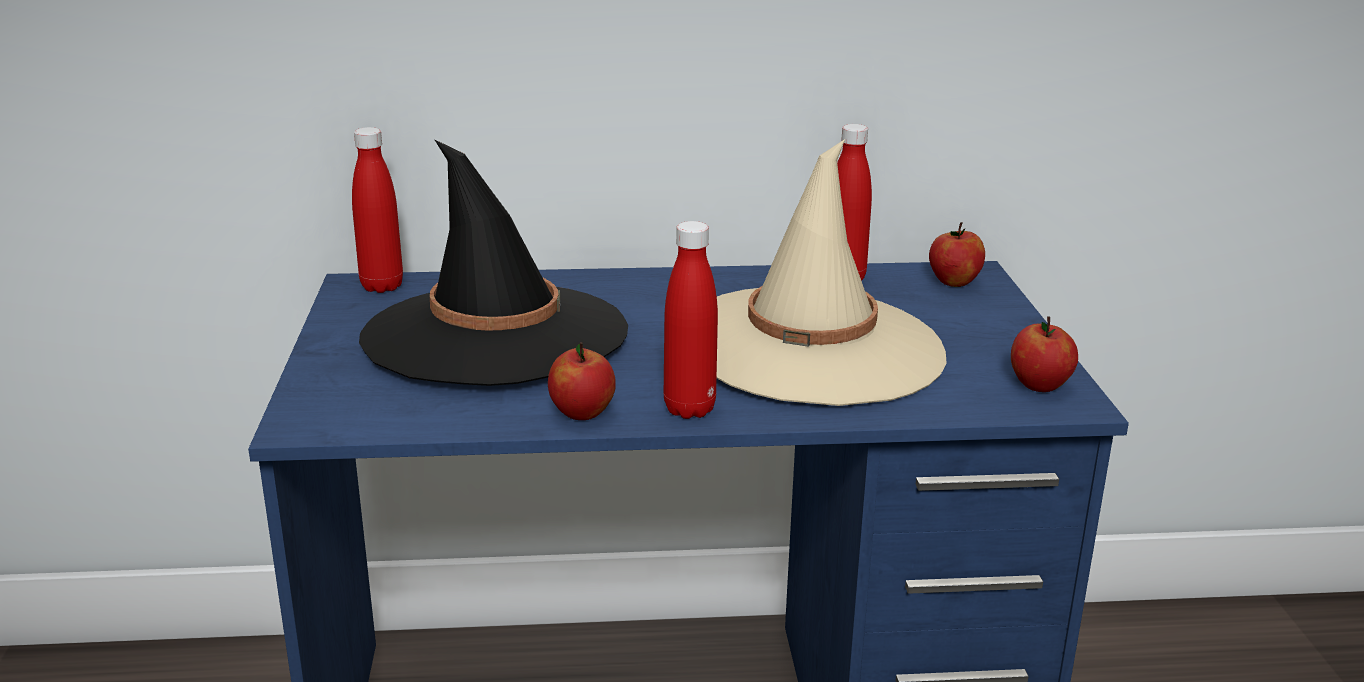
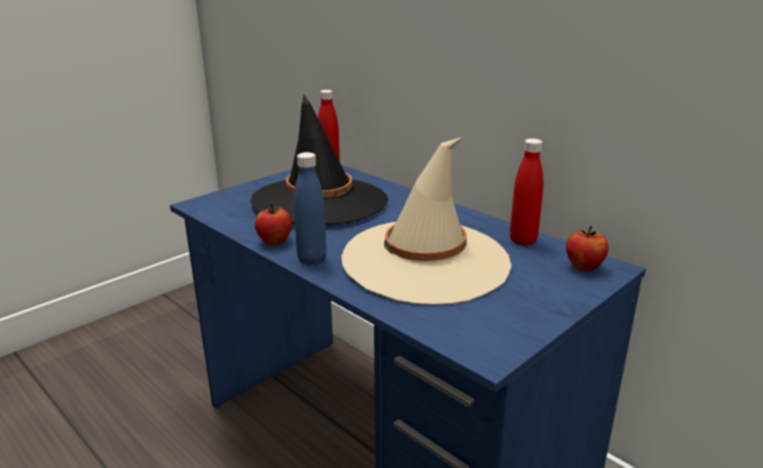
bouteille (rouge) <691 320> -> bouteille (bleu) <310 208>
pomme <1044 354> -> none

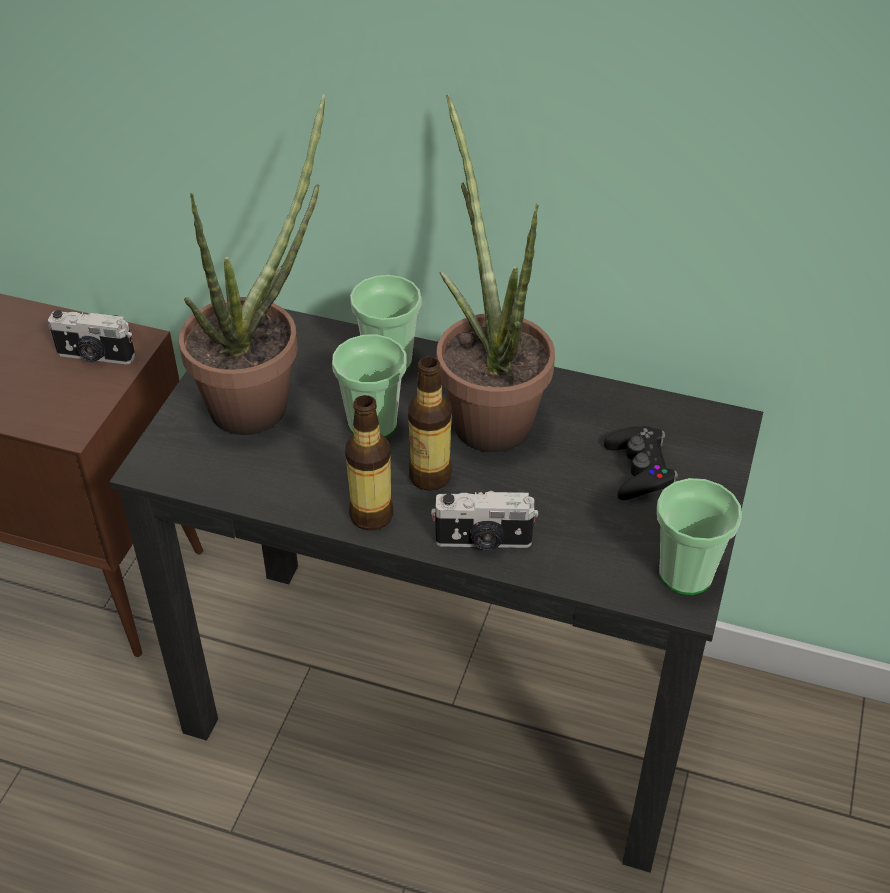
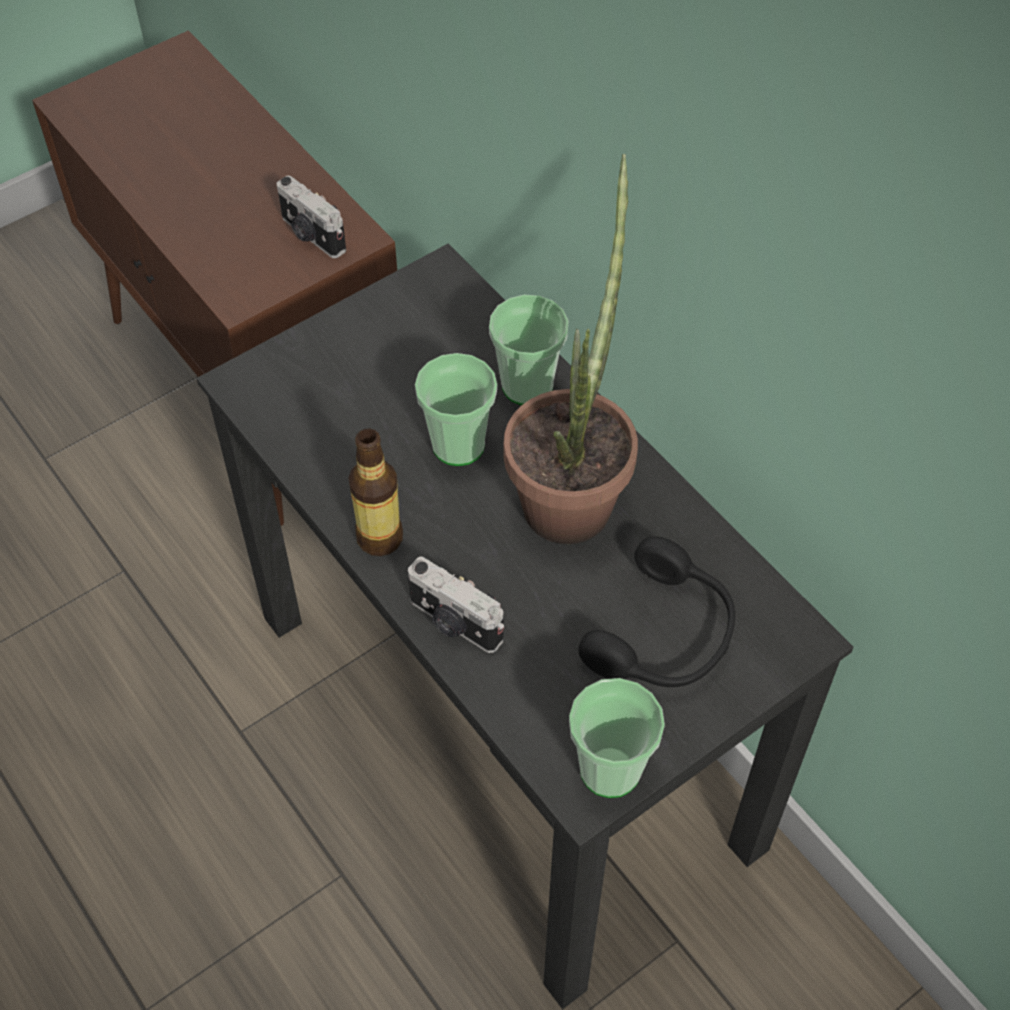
manette (noir) <641 463> -> casque audio (noir) <656 611>
plante en pot <252 265> -> none
bouteille <430 424> -> none

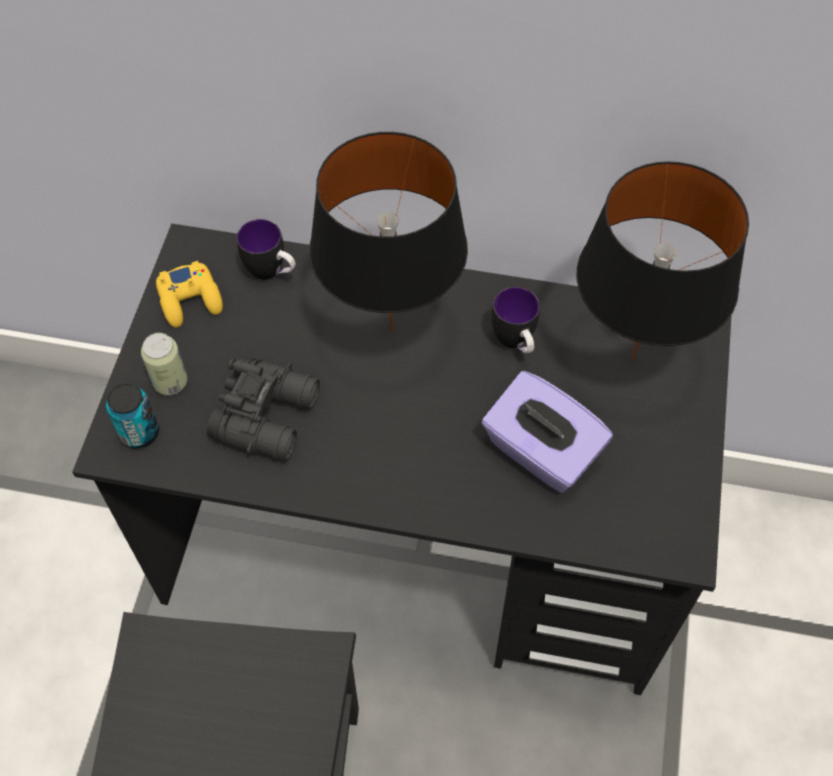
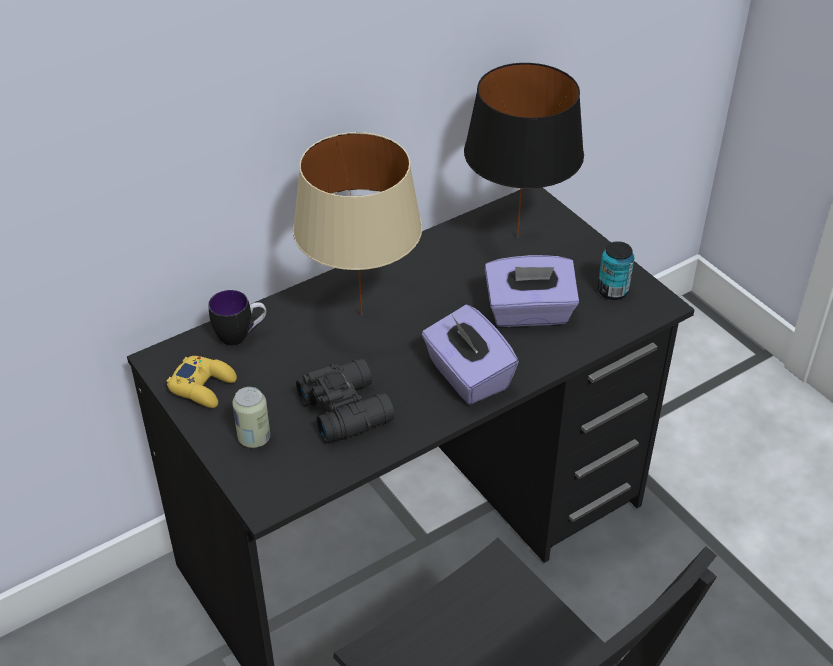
lampe de table (noir) <388 231> -> lampe de table (beige) <357 223>
none -> boîte à mouchoirs (violet) <470 355>
boîte métallique <132 416> -> boîte métallique <615 270>, moved
mug <515 320> -> none

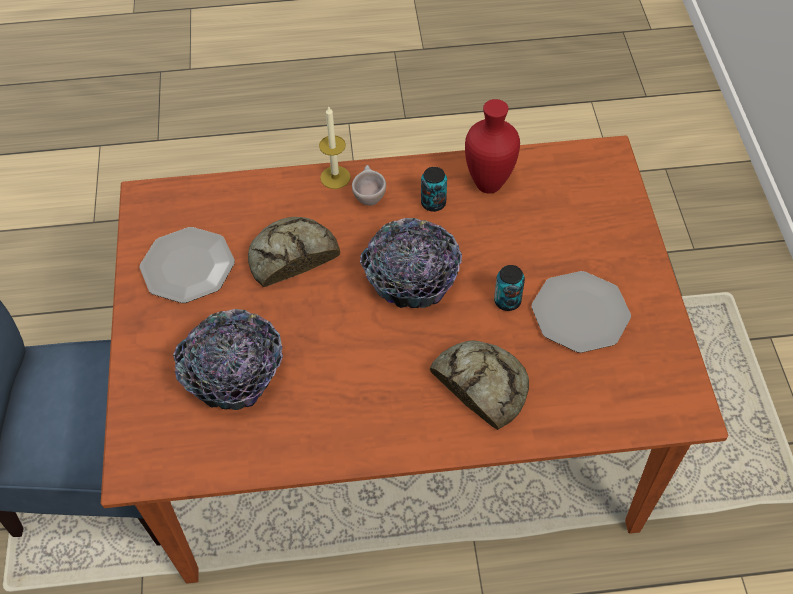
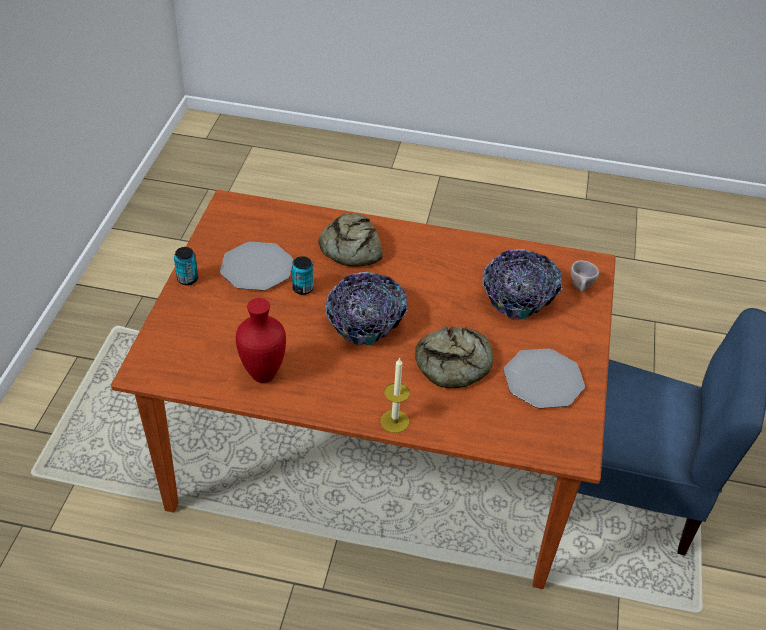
boîte métallique <434 189> -> boîte métallique <186 266>, moved
tasse (beige) <369 185> -> tasse (beige) <585 276>, moved

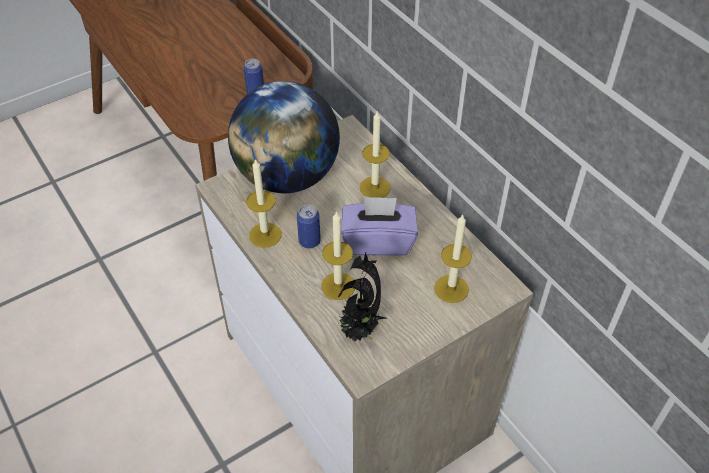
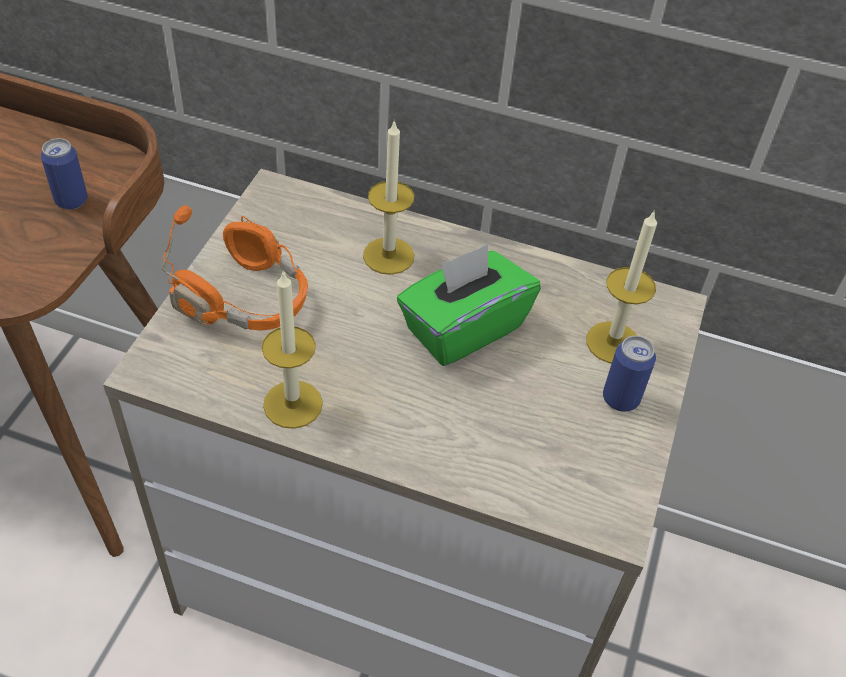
globe <284 137> -> casque audio (orange) <234 267>
boîte à mouchoirs (violet) <379 226> -> boîte à mouchoirs (vert) <469 305>
boîte métallique <309 226> -> boîte métallique <629 374>, moved
bougie <338 255> -> none
plante en pot <362 297> -> none

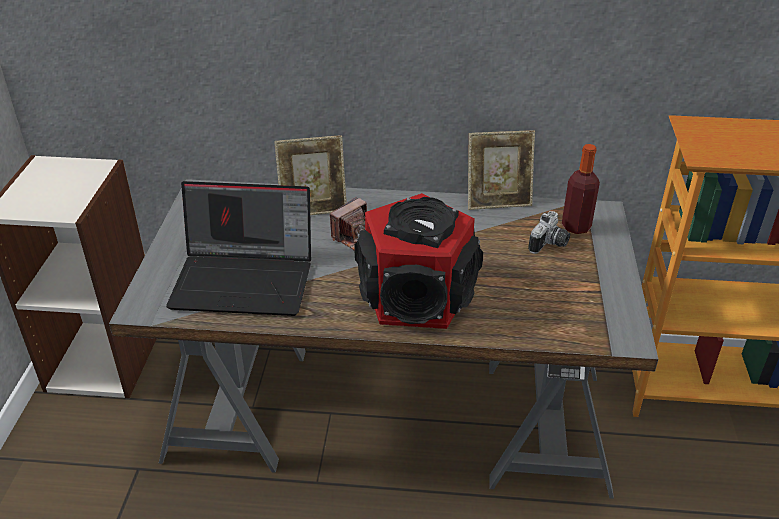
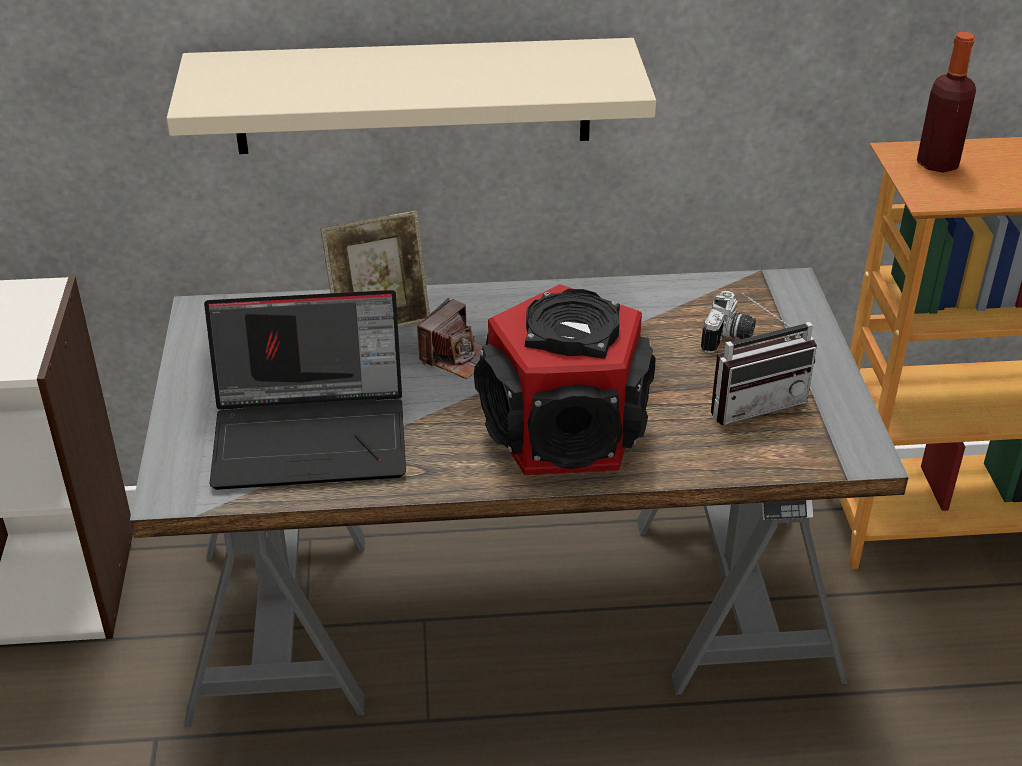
none -> étagère (beige) <411 96>
none -> radio <764 359>
bouteille <581 189> -> bouteille <946 102>, moved
cadre photo <501 170> -> none

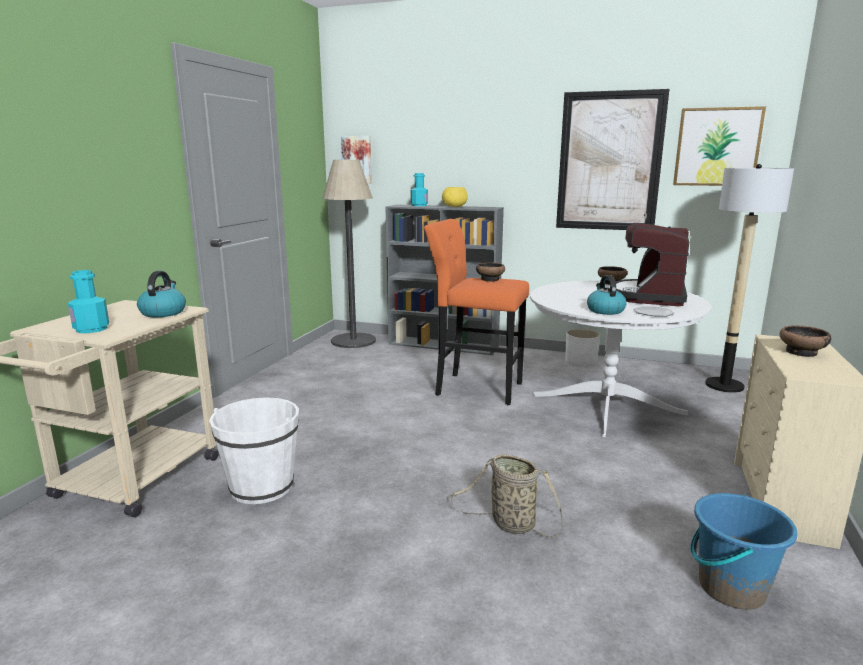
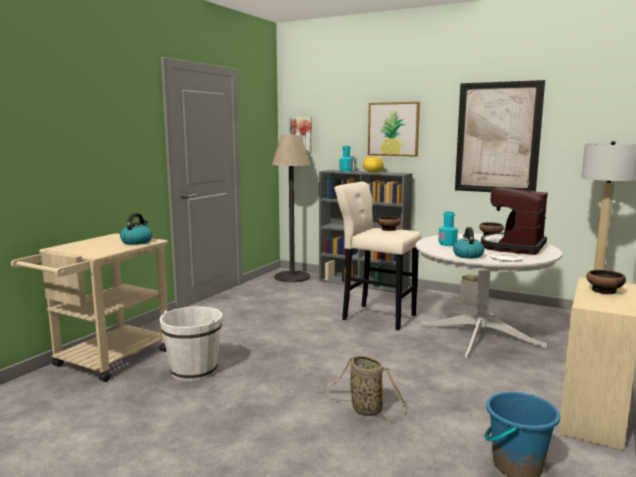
tabouret (orange) <476 312> -> tabouret (beige) <377 256>
tableau <719 146> -> tableau <394 129>, moved
bouteille (turquoise) <88 301> -> bouteille (turquoise) <448 228>, moved

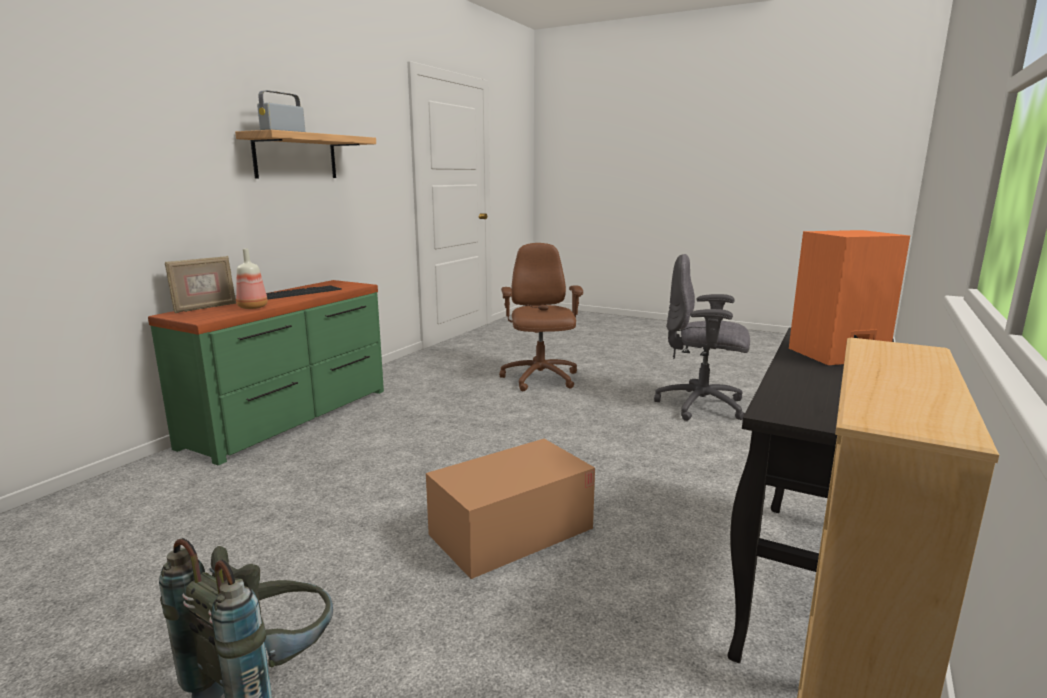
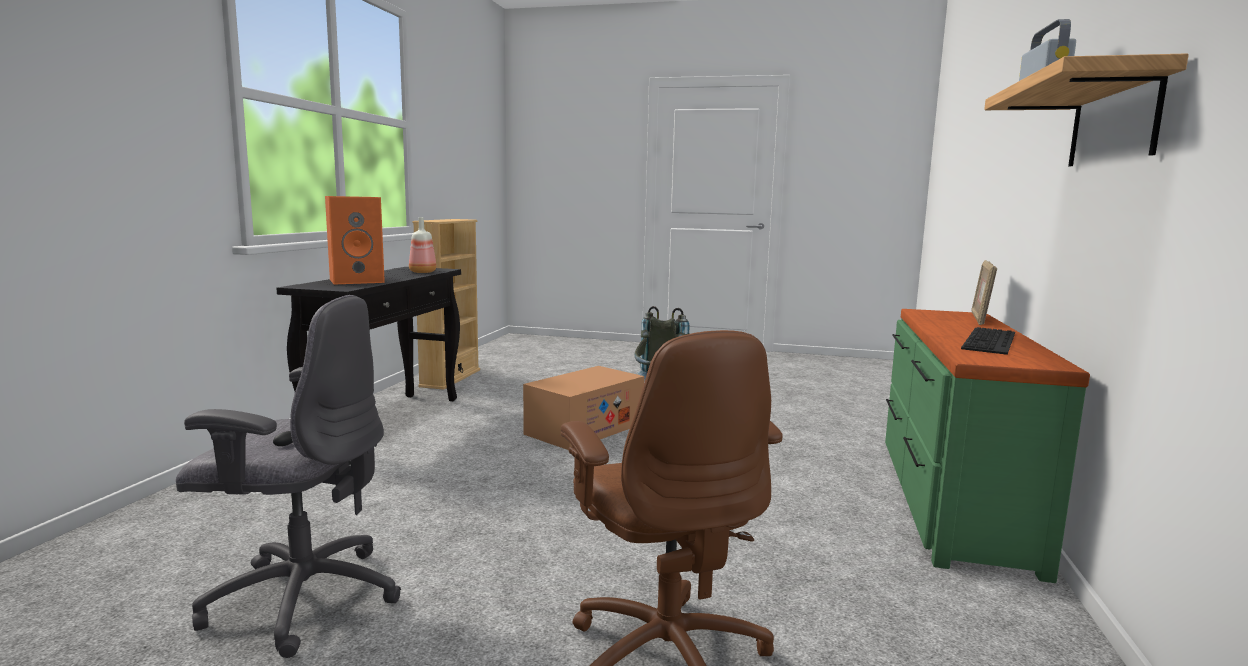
bouteille <252 279> -> bouteille <422 245>, moved

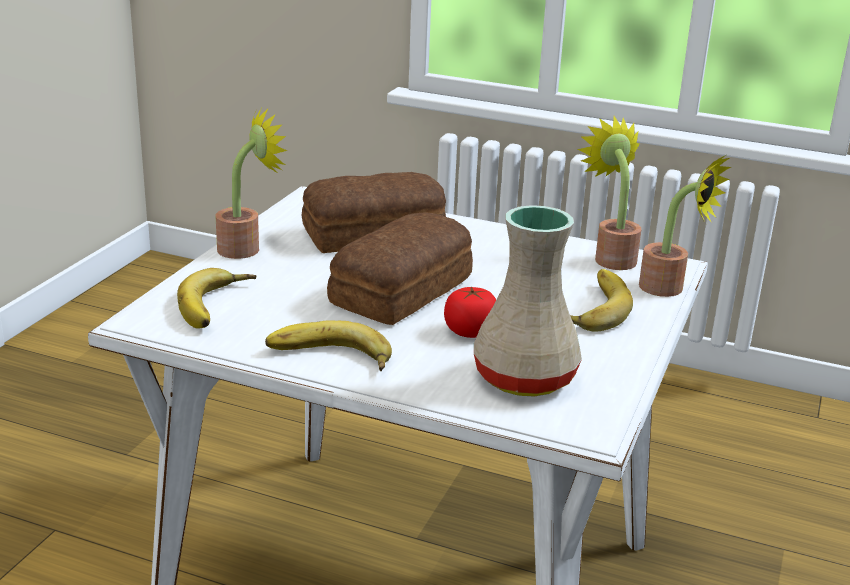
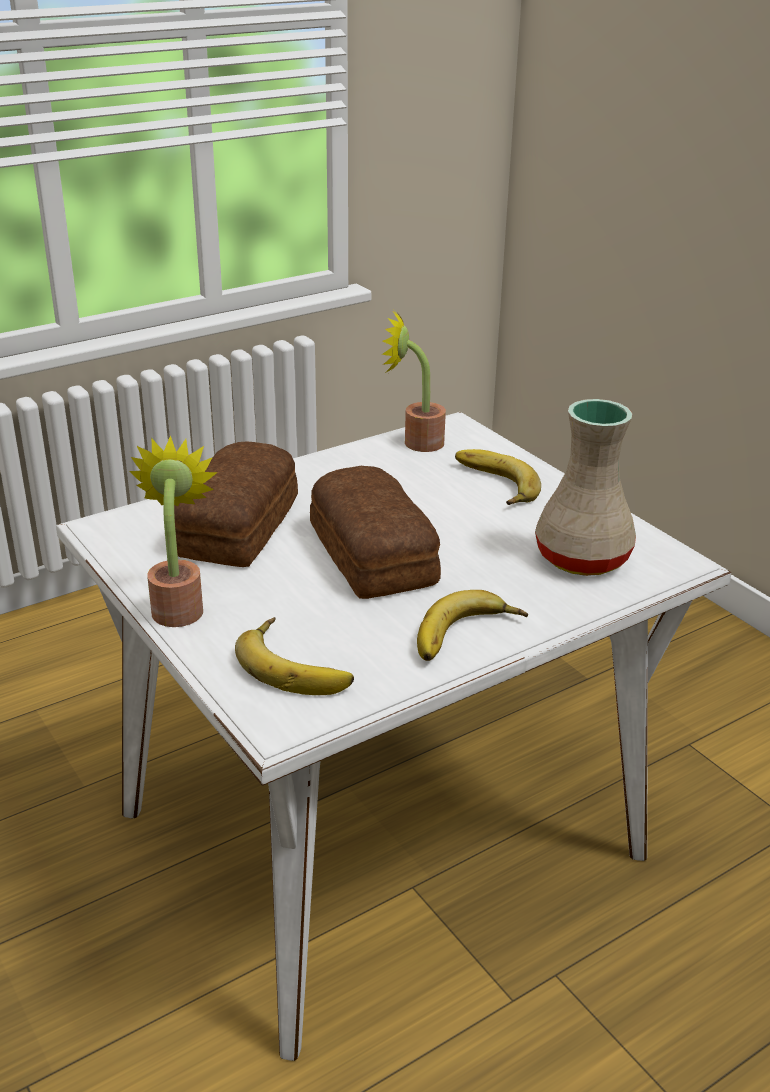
tomate <470 312> -> none
plante en pot <685 226> -> none

